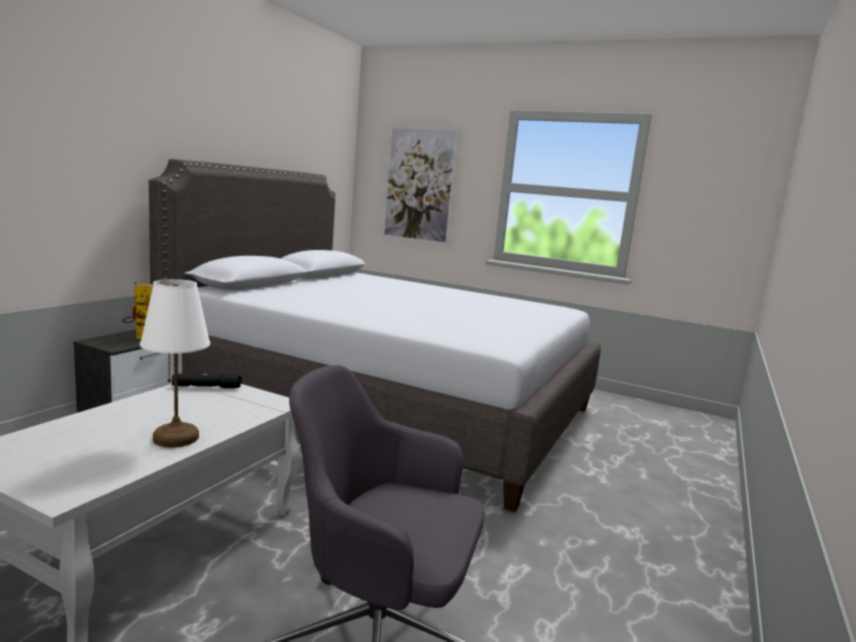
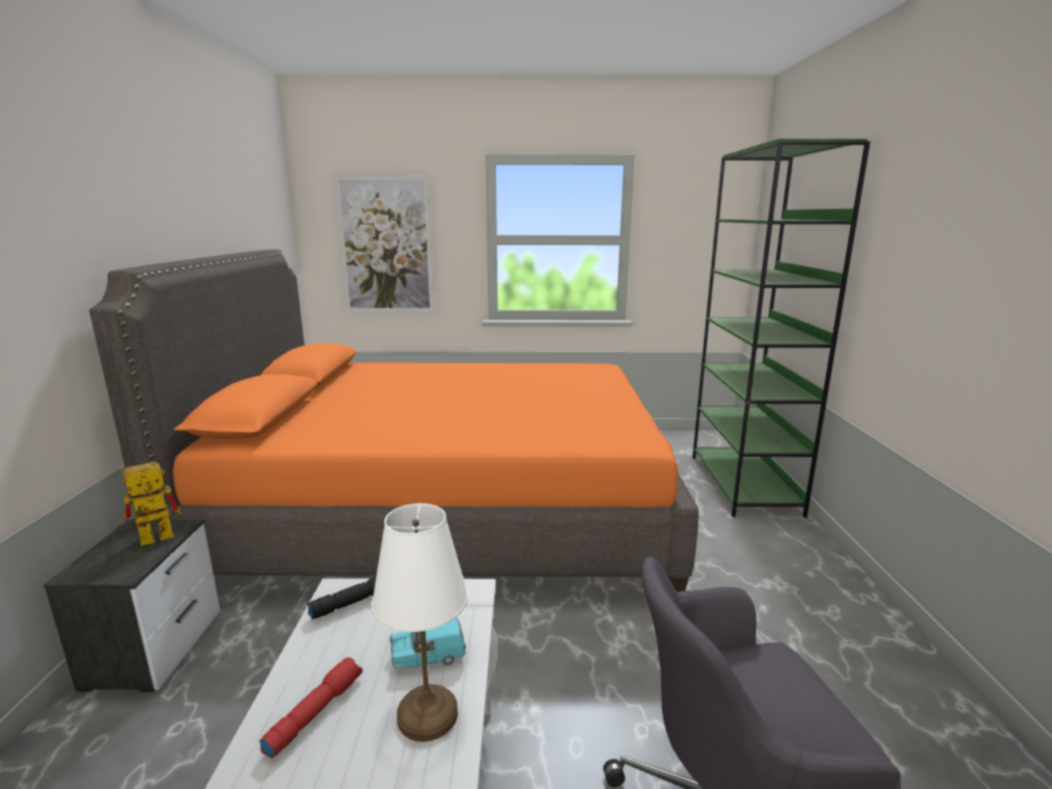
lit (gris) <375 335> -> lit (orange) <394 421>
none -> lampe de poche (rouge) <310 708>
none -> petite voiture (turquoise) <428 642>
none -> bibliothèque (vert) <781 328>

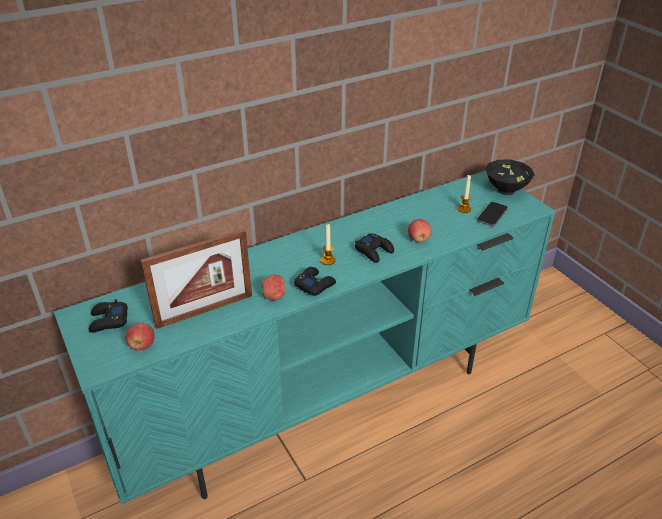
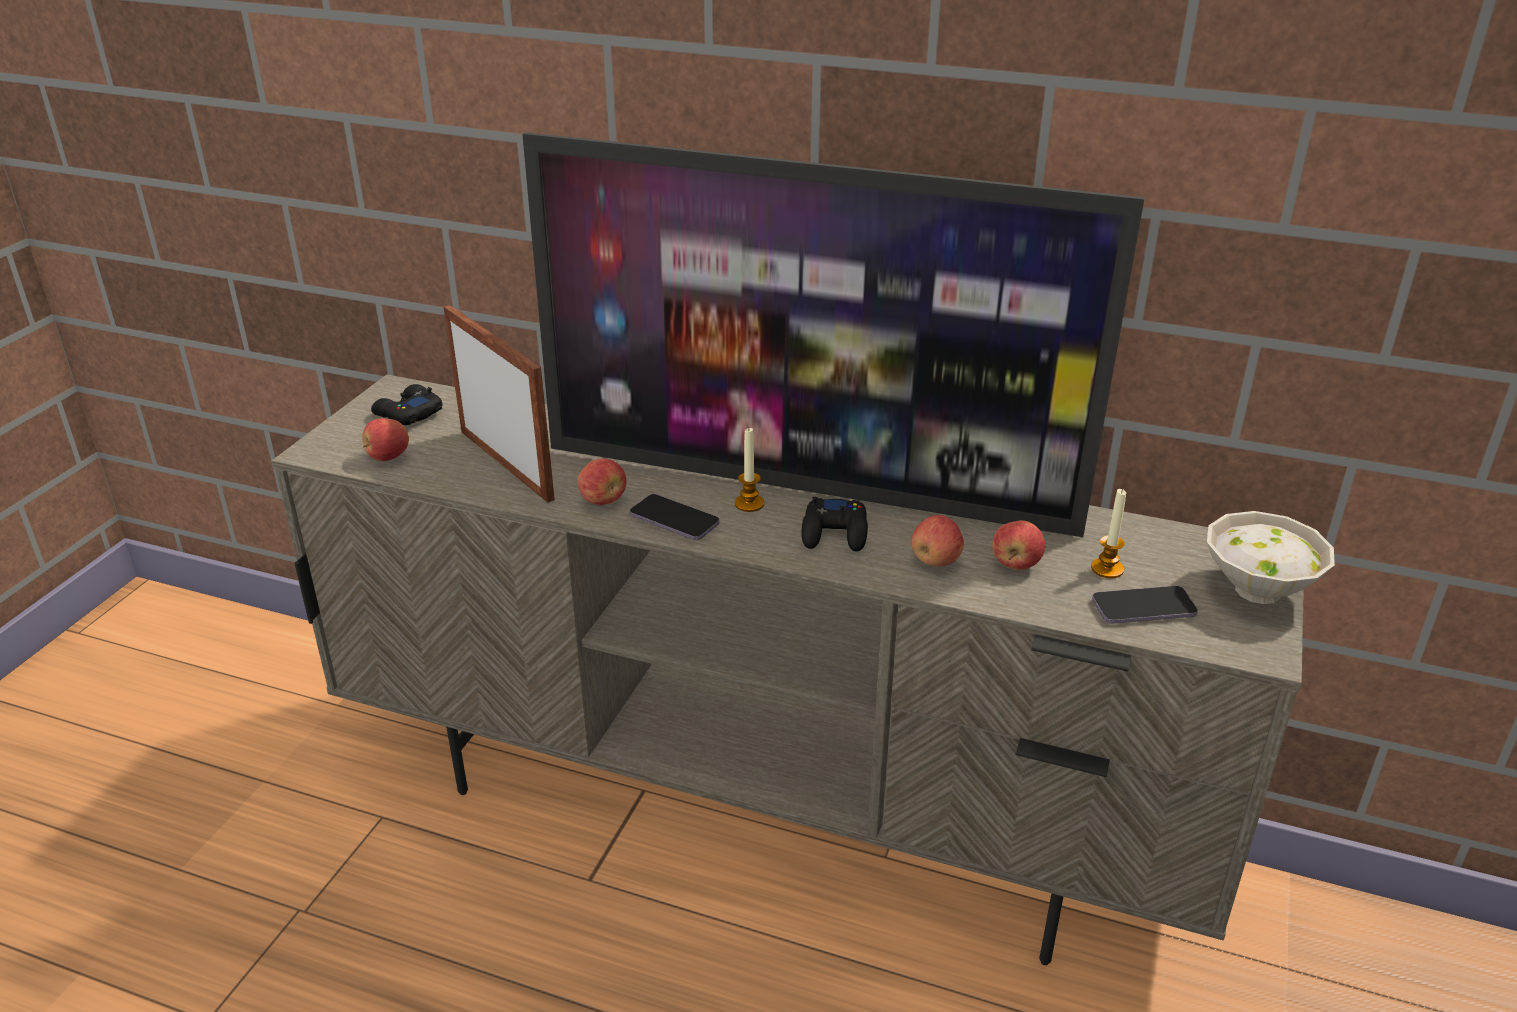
meuble télé (turquoise) <305 337> -> meuble télé (beige) <788 669>
cadre photo <196 279> -> cadre photo <499 404>, 150 degrees counterclockwise
none -> téléviseur <833 334>
manette (noir) <315 281> -> téléphone <675 517>
none -> pomme <1018 545>
bol (noir) <510 177> -> bol (blanc) <1271 557>

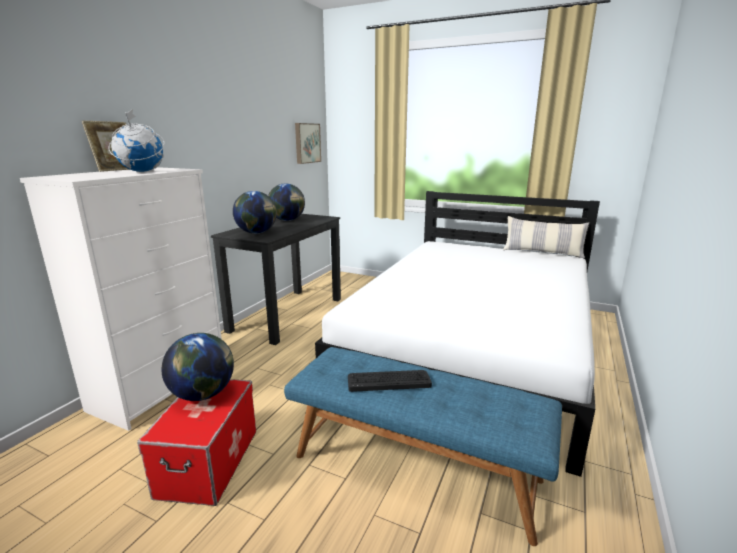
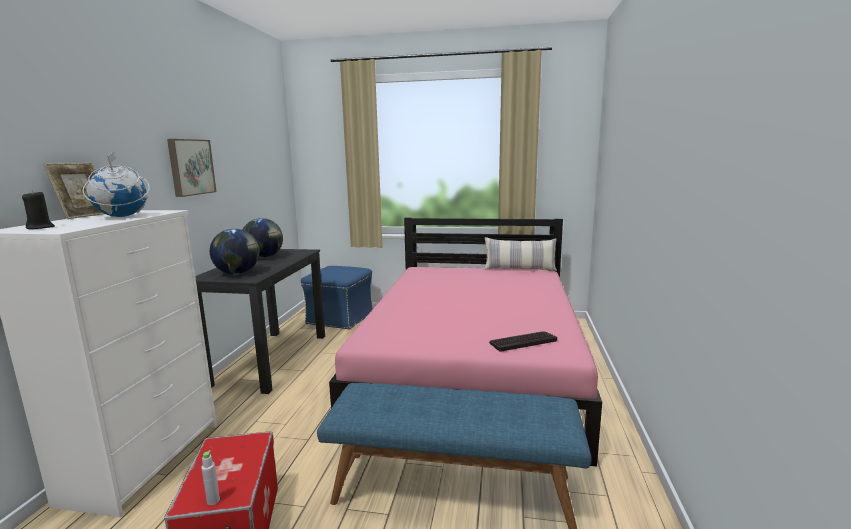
none -> bougie (noir) <38 209>
tableau <308 143> -> tableau <192 168>, moved
none -> bouteille (gris) <210 477>
none -> pouf (bleu) <337 298>
lit (blanc) <457 334> -> lit (rose) <465 342>
clavier <390 381> -> clavier <523 341>, moved
globe <197 367> -> none

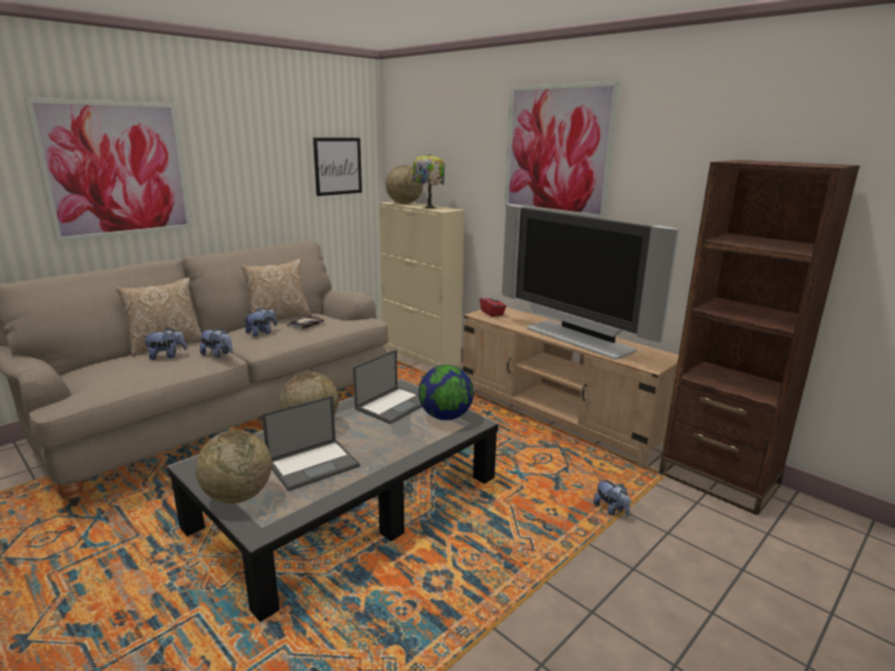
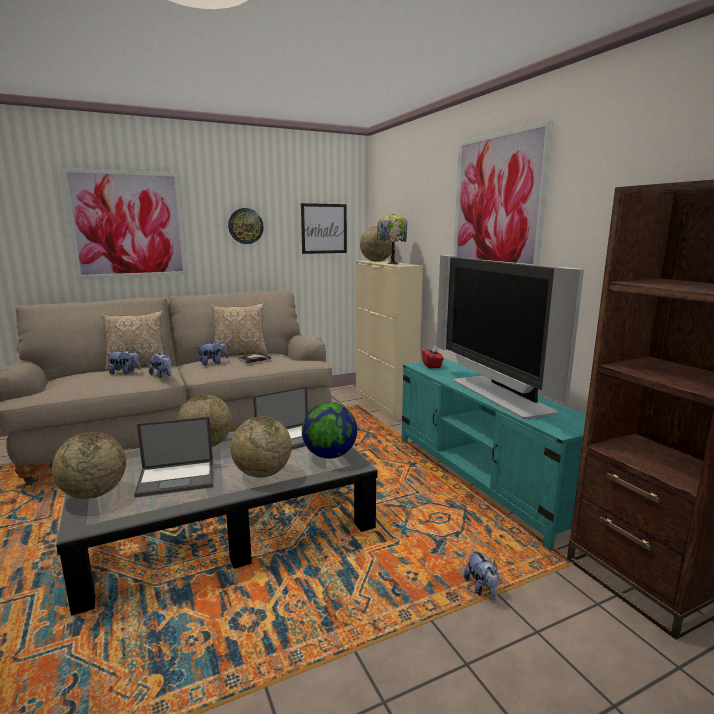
none -> horloge murale <246 226>
none -> globe <261 447>
meuble télé (beige) <571 388> -> meuble télé (turquoise) <494 455>

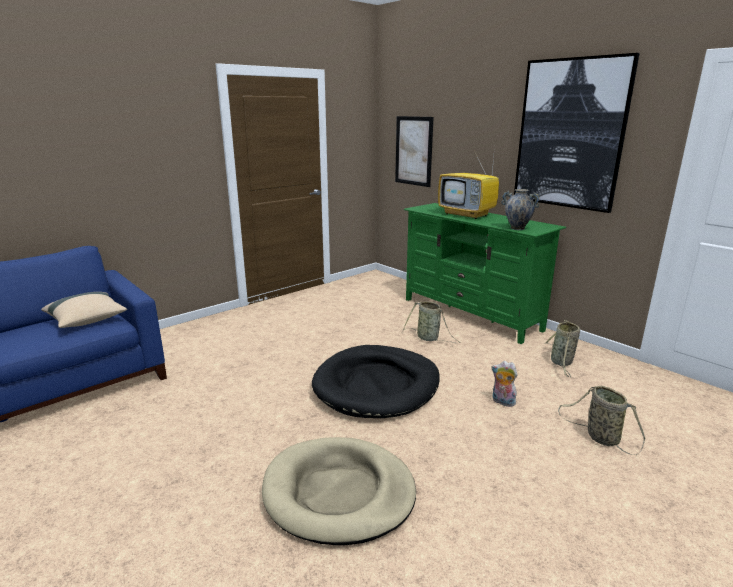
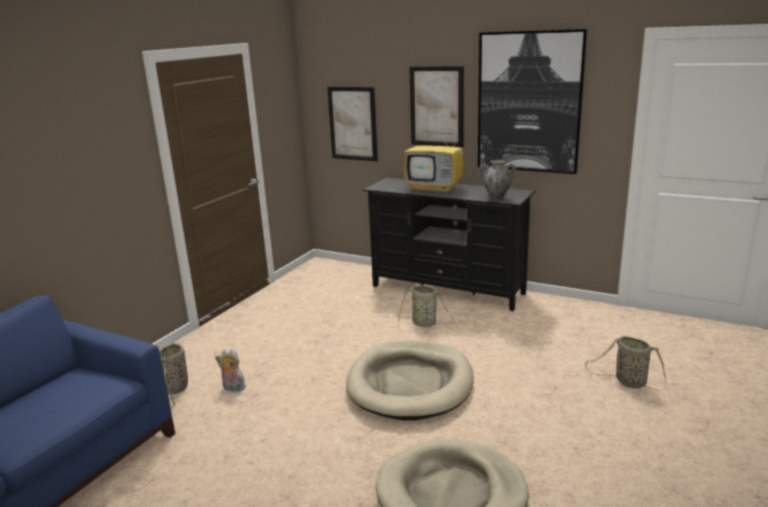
panier <562 348> -> panier <173 374>, moved
peluche <504 384> -> peluche <230 370>, moved
panier pour chien (noir) <375 381> -> panier pour chien (beige) <410 381>
meuble télé (vert) <484 273> -> meuble télé (noir) <449 244>
none -> tableau <436 106>
coussin (beige) <84 310> -> none

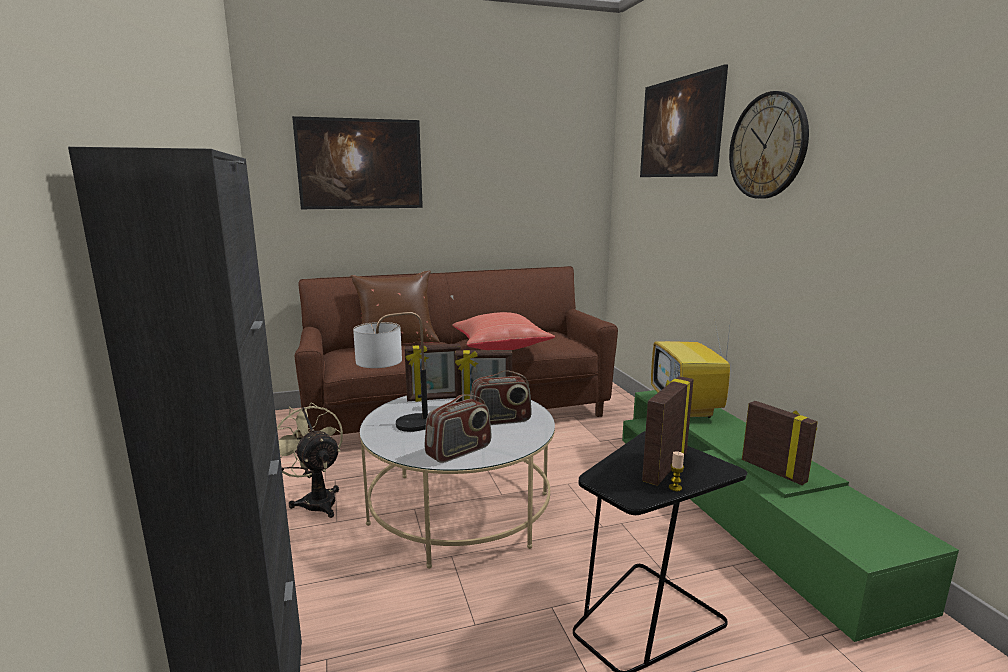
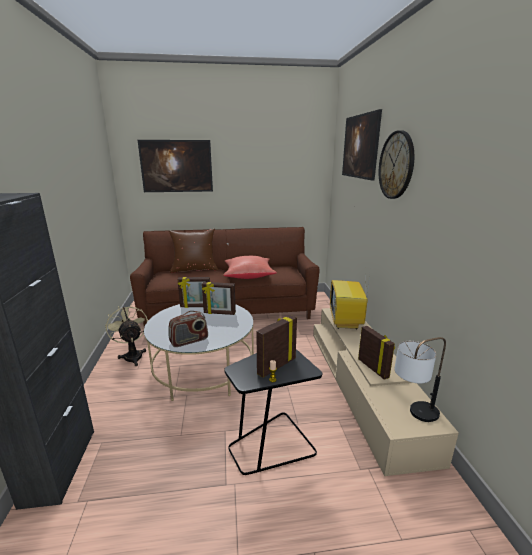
meuble télé (vert) <790 516> -> meuble télé (beige) <386 392>
lampe de table <390 372> -> lampe de table <420 379>, moved
radio <500 397> -> none

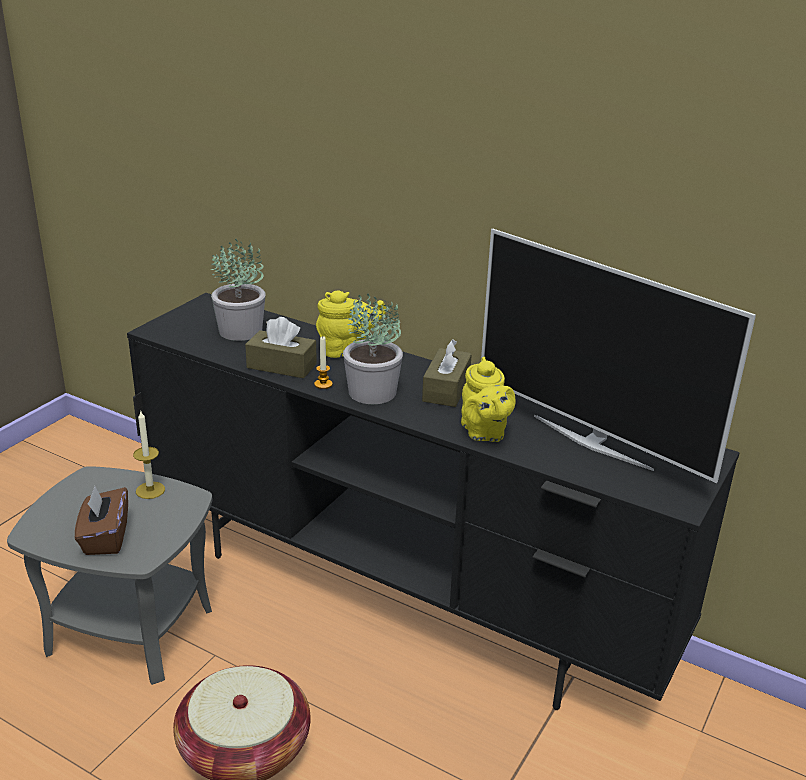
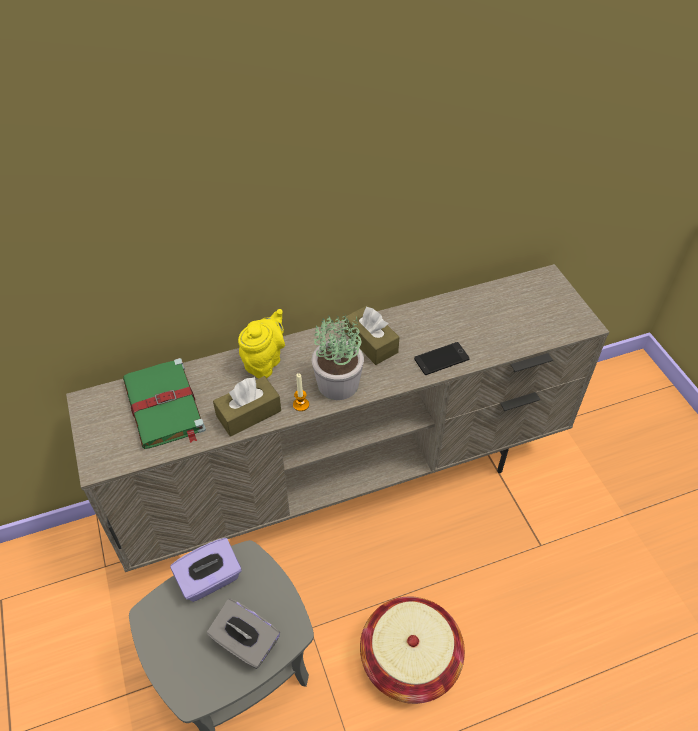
meuble télé (noir) <433 501> -> meuble télé (beige) <337 418>
plante en pot <238 290> -> livre (vert) <164 403>
bougie <149 455> -> boîte à mouchoirs (violet) <206 570>
boîte à mouchoirs (marron) <101 520> -> boîte à mouchoirs (gris) <243 634>
théière (jaune) <488 399> -> téléphone <442 358>
téléviseur <618 356> -> none

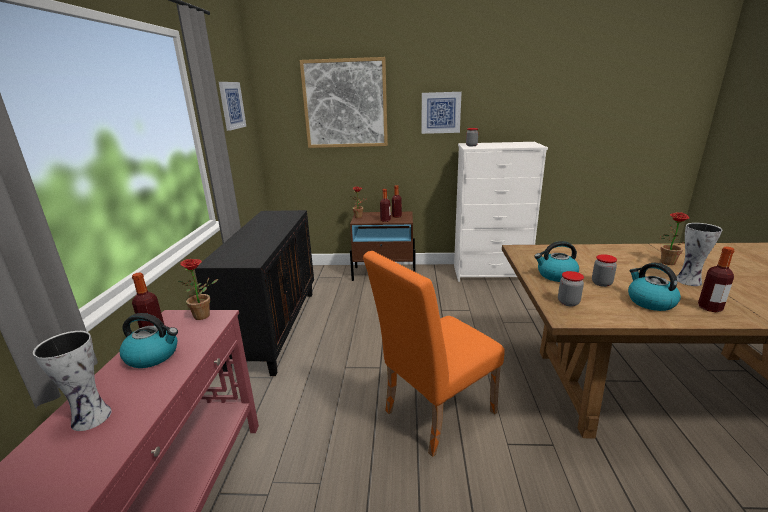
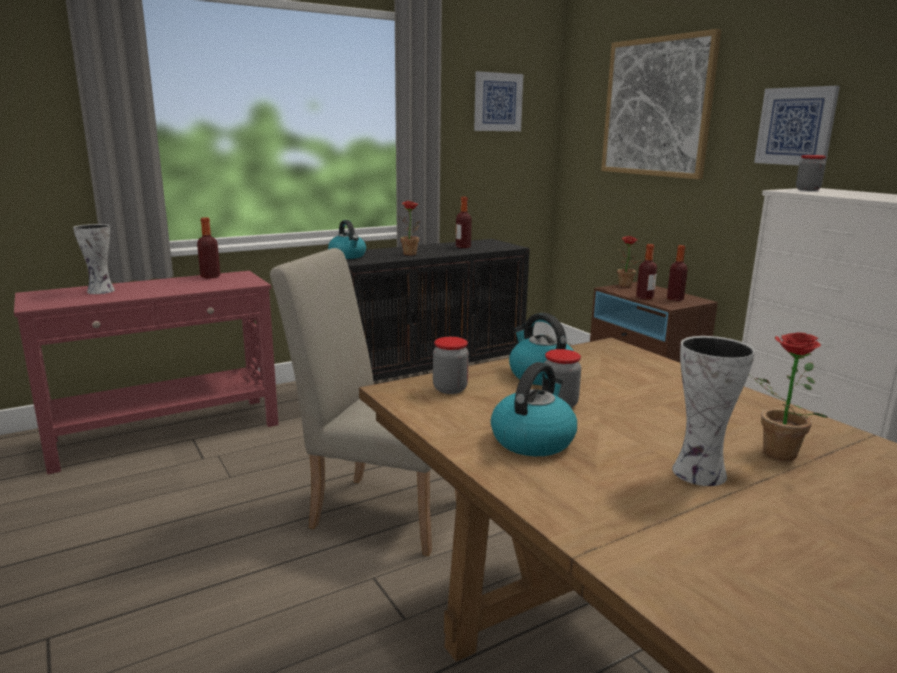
chaise (orange) <434 354> -> chaise (beige) <364 402>
bouilloire <149 340> -> bouilloire <347 239>, moved
plante en pot <198 289> -> plante en pot <408 228>, moved
bouteille <716 279> -> bouteille <464 222>, moved

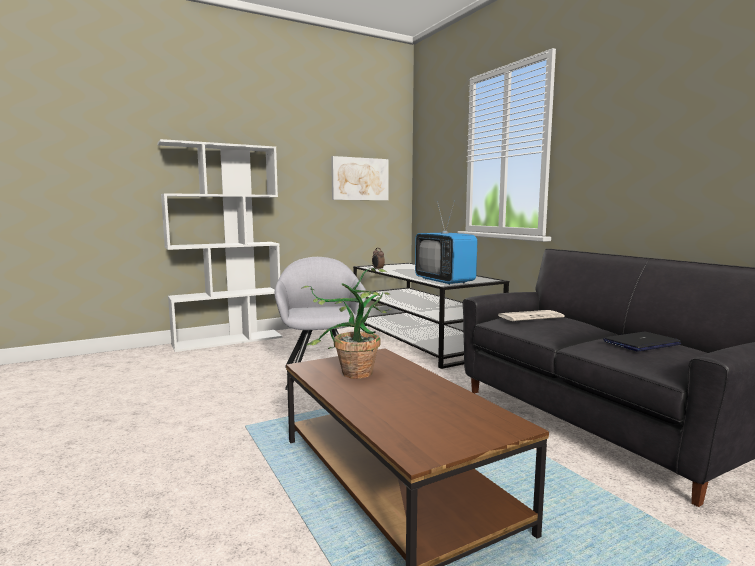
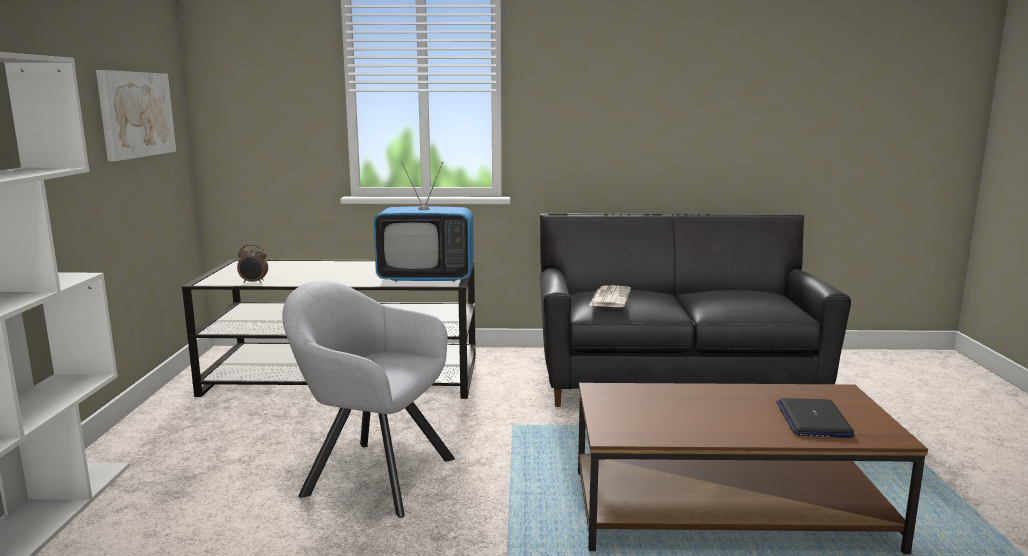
ordinateur portable <642 342> -> ordinateur portable <815 418>, moved
plante en pot <346 323> -> none

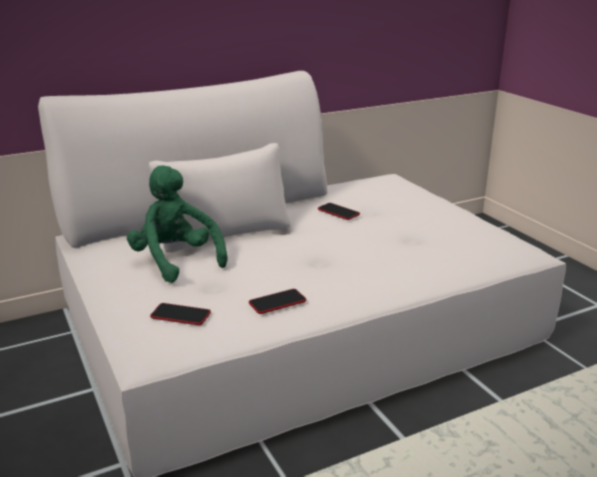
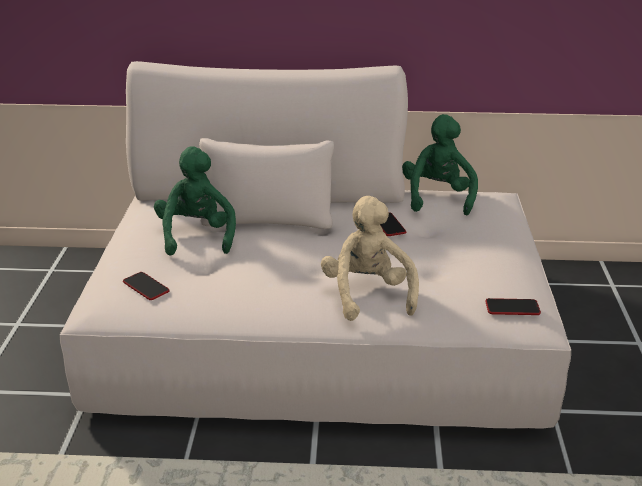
none -> peluche (beige) <370 258>
none -> peluche (vert) <440 164>
téléphone <277 301> -> téléphone <513 306>, moved

